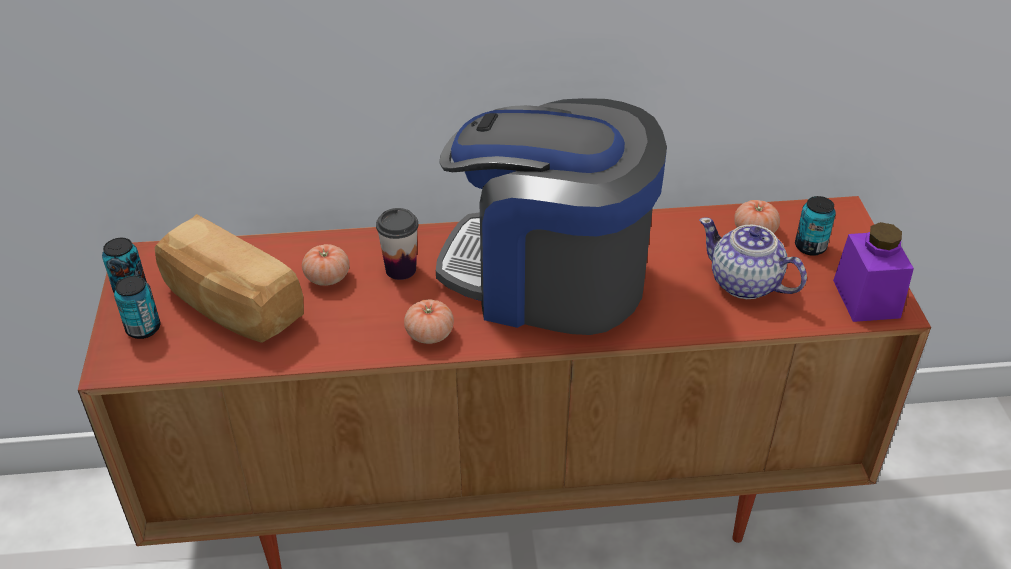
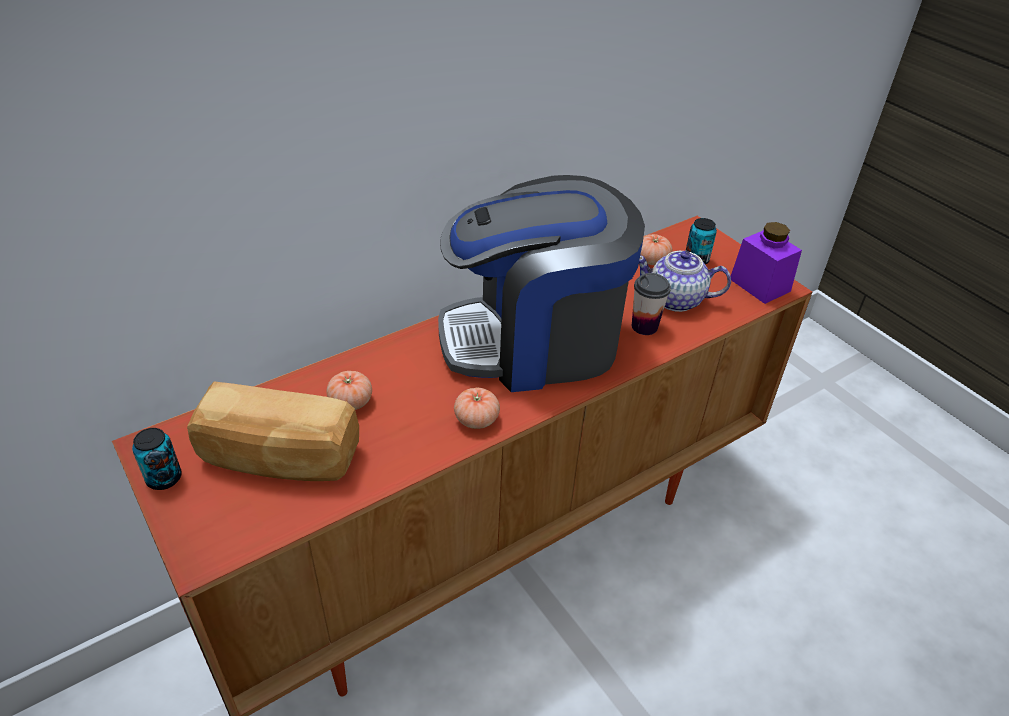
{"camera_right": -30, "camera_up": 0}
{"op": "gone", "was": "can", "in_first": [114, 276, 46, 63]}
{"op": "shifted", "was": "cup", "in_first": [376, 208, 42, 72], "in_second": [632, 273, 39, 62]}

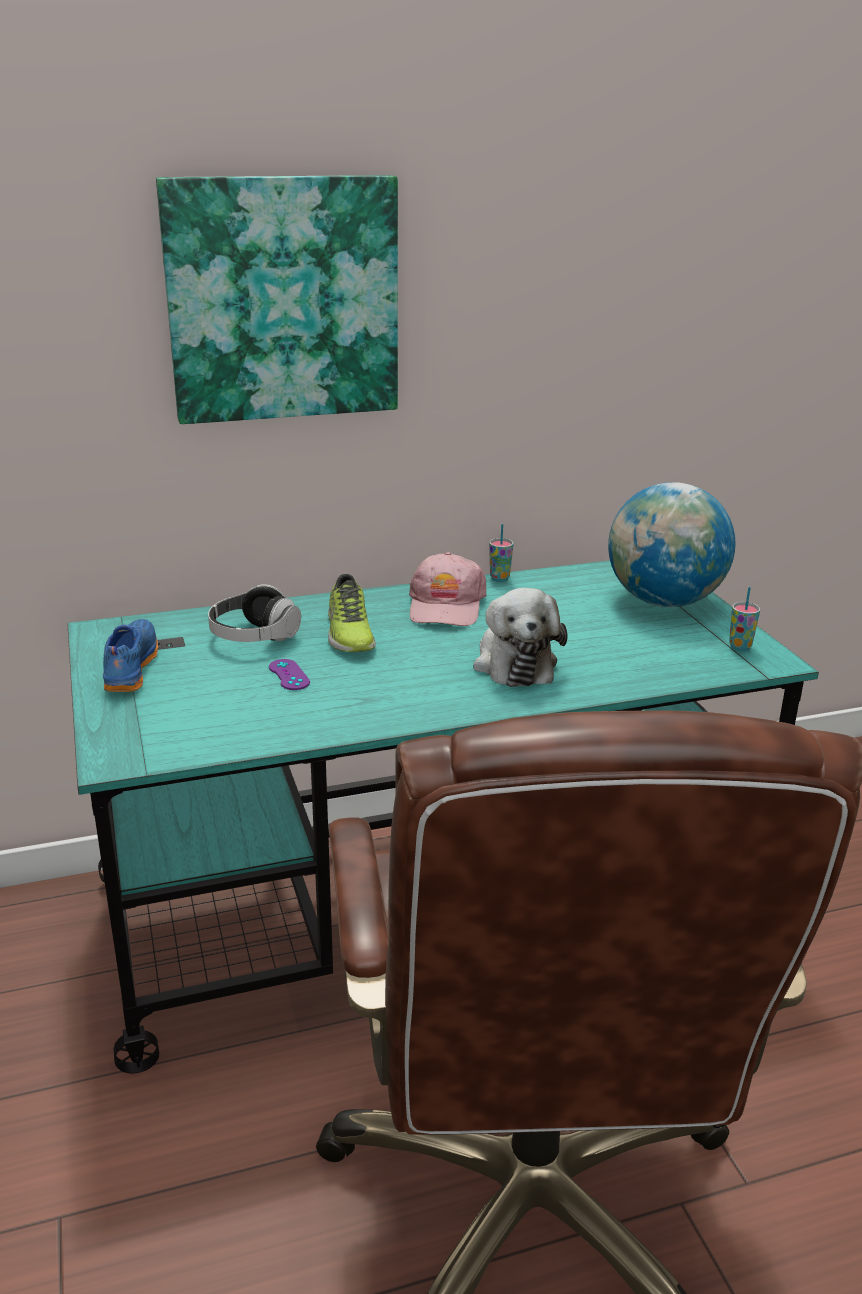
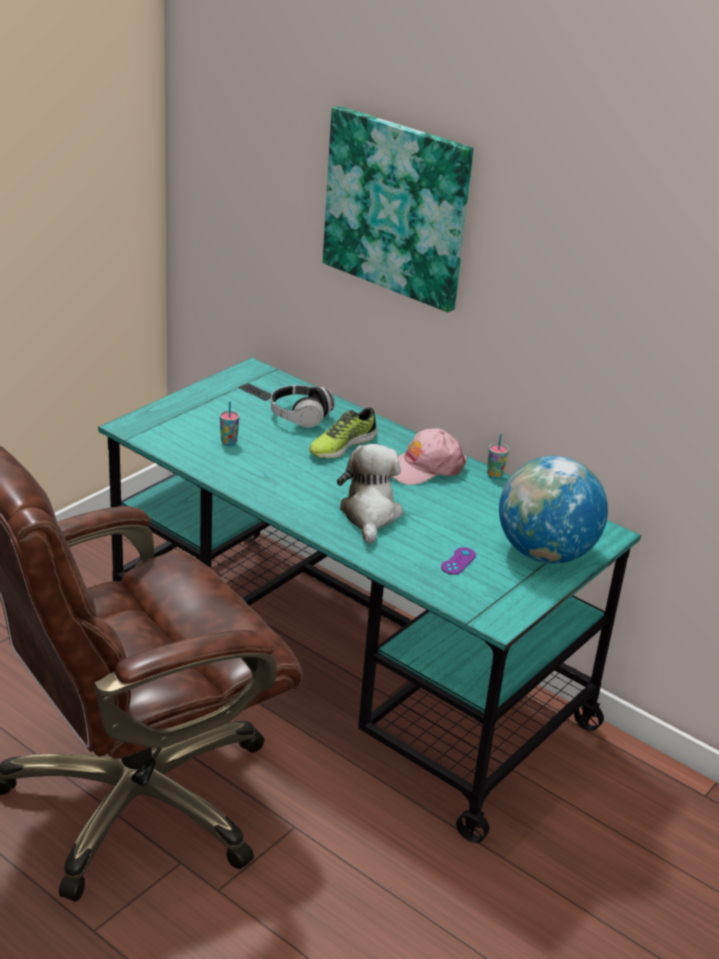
{"camera_right": 55, "camera_up": 5}
{"op": "gone", "was": "shoe (blue)", "in_first": [103, 619, 55, 73]}
{"op": "shifted", "was": "game controller (purple)", "in_first": [269, 659, 41, 31], "in_second": [441, 547, 35, 28]}
{"op": "shifted", "was": "cup", "in_first": [729, 587, 31, 64], "in_second": [220, 401, 20, 45]}
{"op": "rotated", "was": "plush toy", "in_first": [473, 588, 95, 99], "in_second": [337, 444, 66, 100], "clockwise": 135}

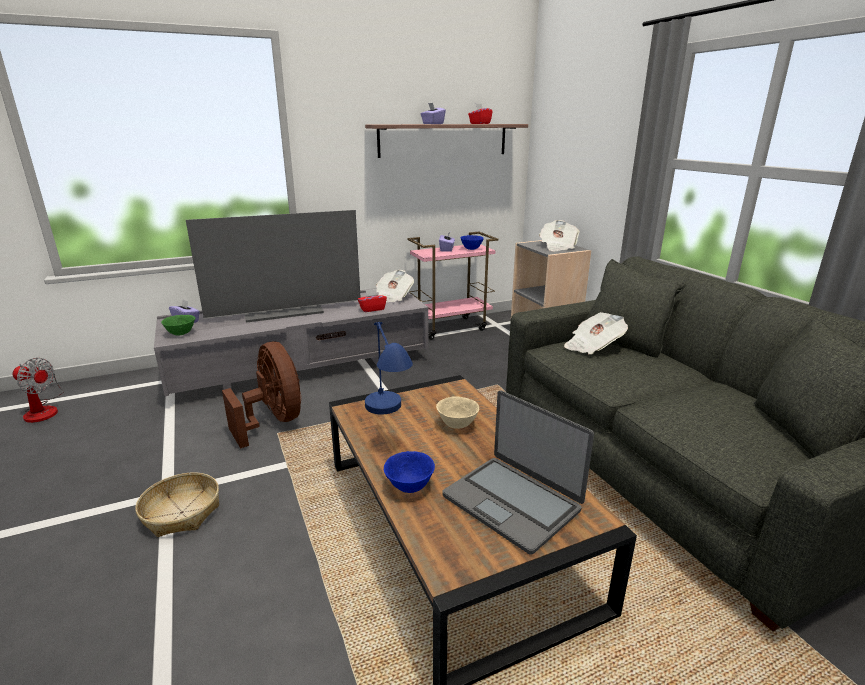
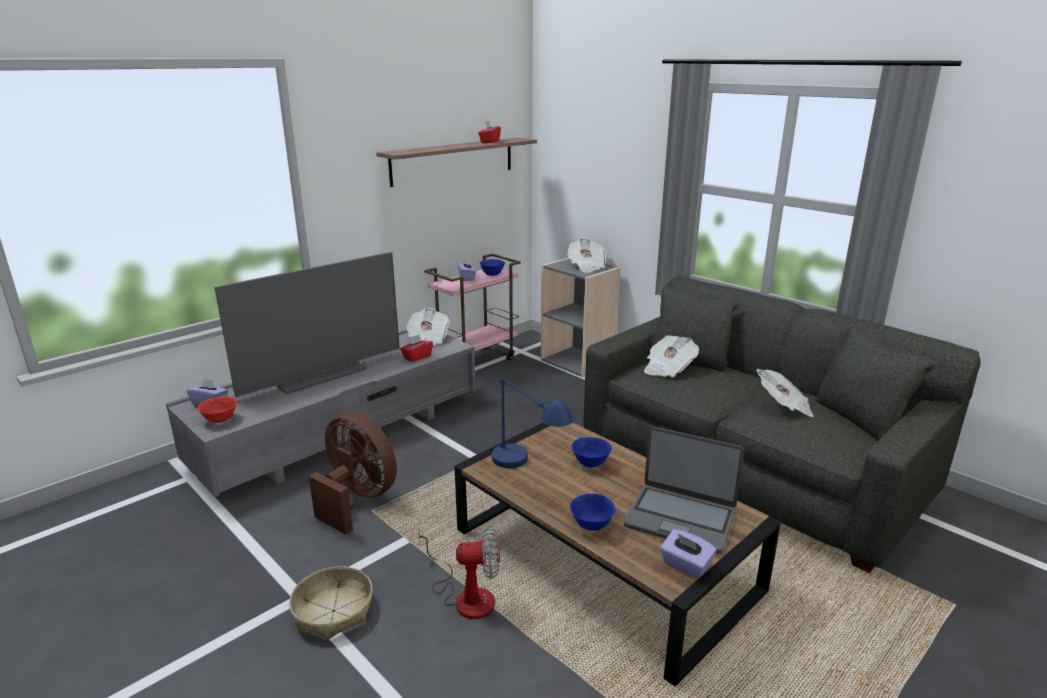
{"camera_right": -20, "camera_up": 0}
{"op": "new", "now": "newspaper", "in_second": [757, 369, 57, 48]}
{"op": "shifted", "was": "fan", "in_first": [12, 358, 52, 65], "in_second": [418, 526, 82, 93]}
{"op": "shifted", "was": "tissue box (purple)", "in_first": [421, 103, 25, 21], "in_second": [660, 529, 57, 50]}
{"op": "repainted", "was": "bowl (green)", "now": "bowl (red)", "in_first": [161, 315, 34, 20], "in_second": [198, 396, 39, 27]}
{"op": "repainted", "was": "bowl (beige)", "now": "bowl (blue)", "in_first": [436, 396, 43, 33], "in_second": [571, 437, 41, 30]}

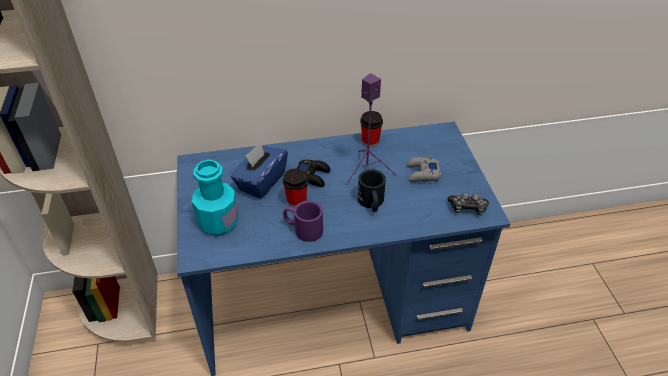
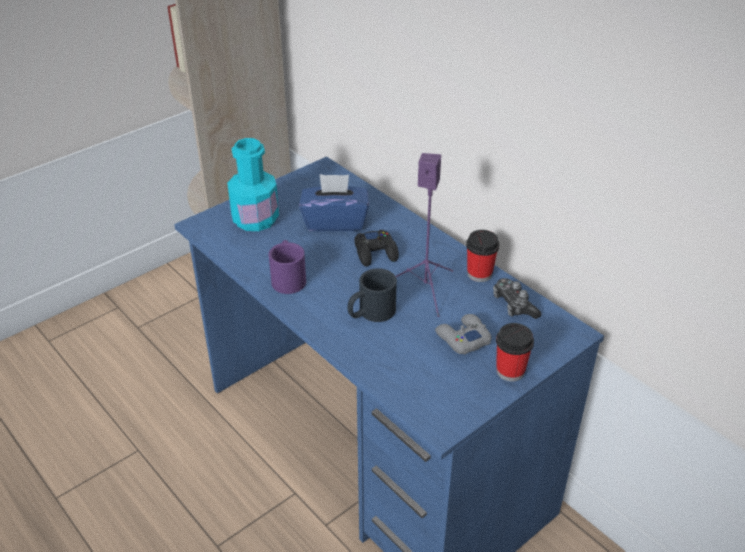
{"camera_right": 60, "camera_up": -5}
{"op": "shifted", "was": "cup", "in_first": [283, 168, 25, 40], "in_second": [496, 323, 38, 58]}
{"op": "shifted", "was": "game controller", "in_first": [448, 193, 41, 23], "in_second": [493, 278, 49, 41]}

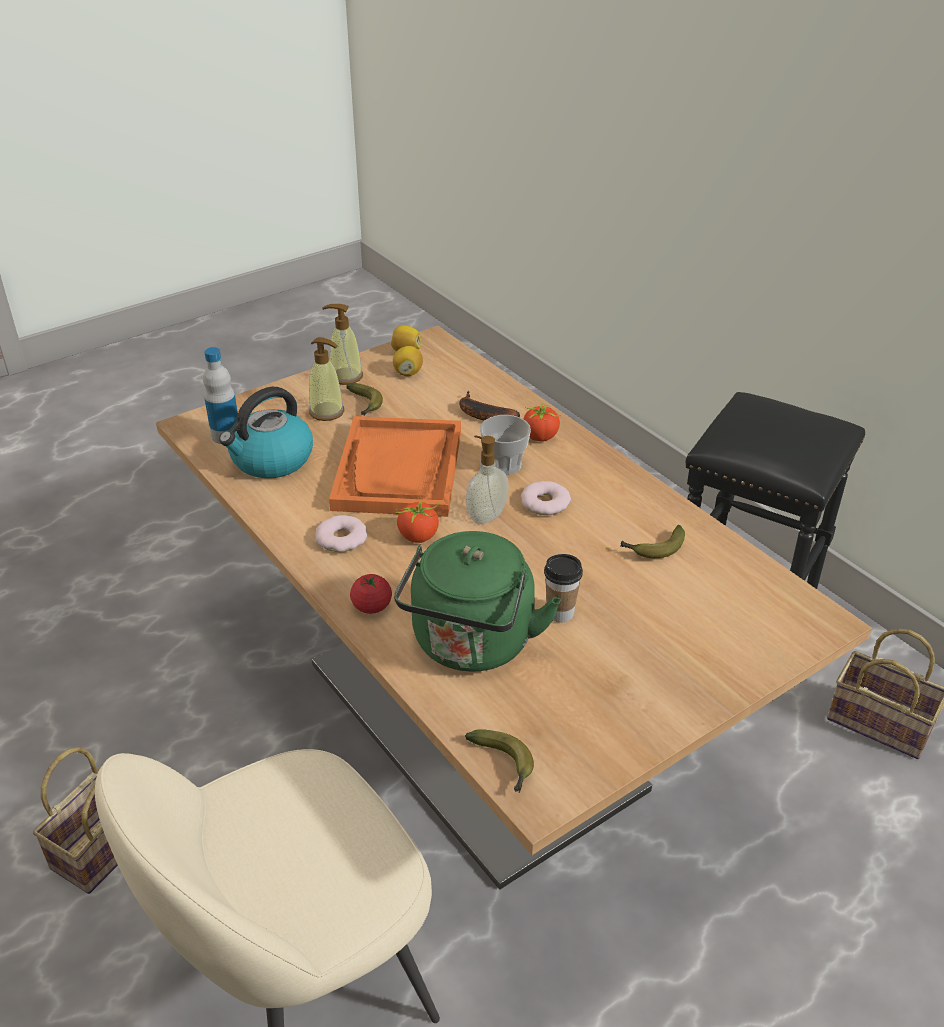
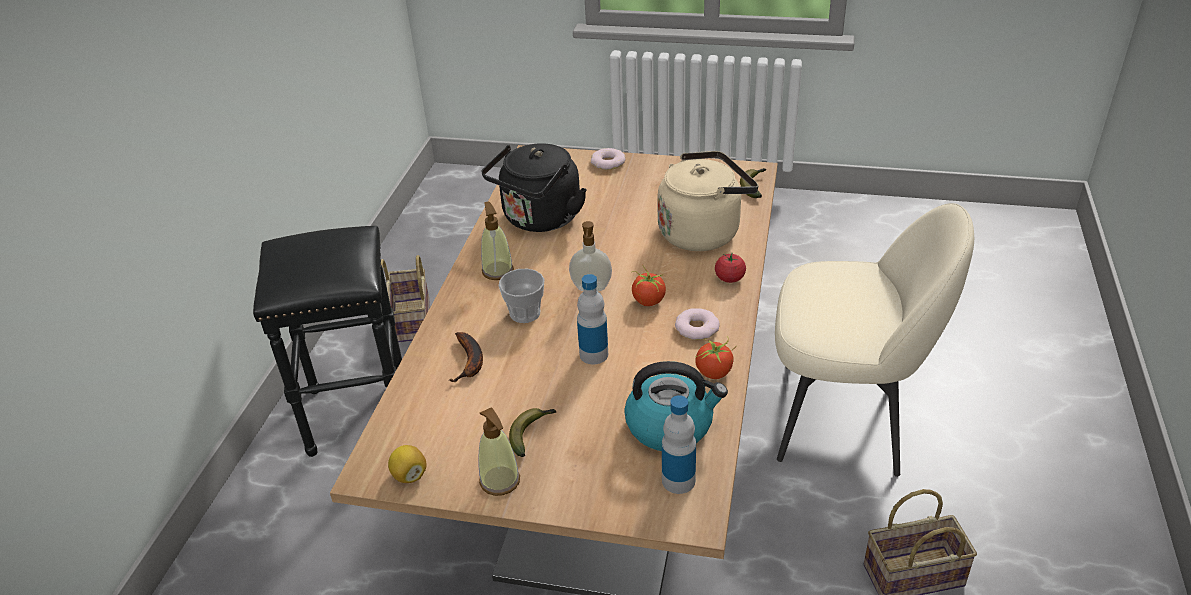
{"camera_right": -130, "camera_up": 0}
{"op": "gone", "was": "lemon", "in_first": [393, 346, 30, 30]}
{"op": "gone", "was": "cup", "in_first": [544, 554, 39, 69]}
{"op": "shifted", "was": "soap dispenser", "in_first": [309, 337, 35, 84], "in_second": [481, 202, 33, 78]}
{"op": "shifted", "was": "donut", "in_first": [521, 481, 50, 34], "in_second": [591, 148, 34, 22]}
{"op": "shifted", "was": "tomato", "in_first": [524, 401, 37, 41], "in_second": [695, 338, 41, 41]}
{"op": "swapped", "was": "tray (orange)", "now": "bottle", "in_first": [329, 416, 132, 101], "in_second": [577, 274, 31, 90]}
{"op": "swapped", "was": "banana", "now": "kettle (black)", "in_first": [620, 525, 65, 33], "in_second": [482, 143, 105, 89]}
{"op": "repainted", "was": "kettle (green)", "now": "kettle (beige)", "in_first": [394, 531, 167, 141], "in_second": [657, 151, 102, 100]}

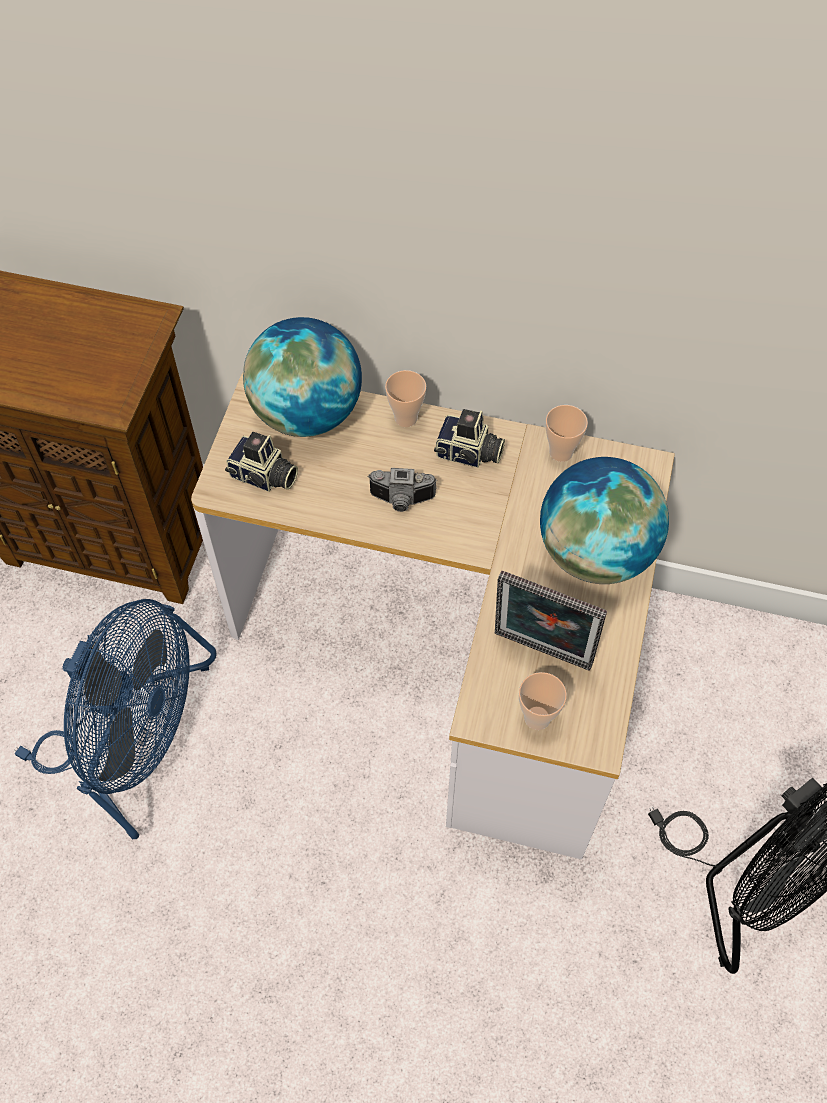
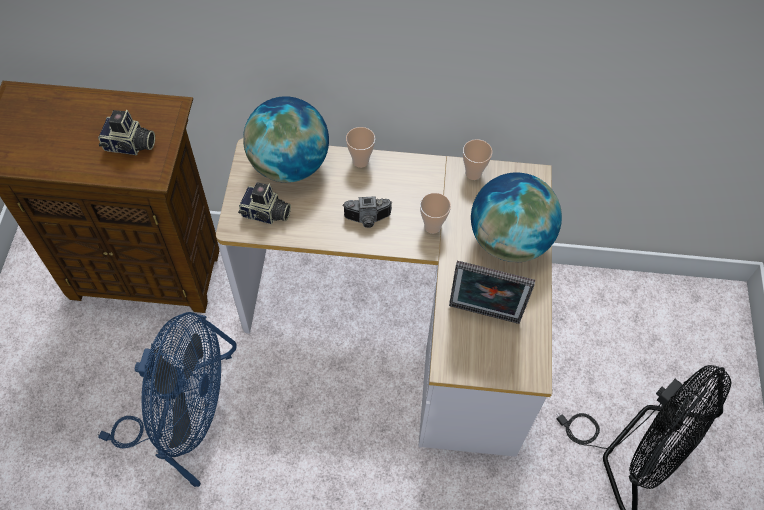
{"camera_right": -10, "camera_up": 0}
{"op": "shifted", "was": "photo camera", "in_first": [434, 409, 71, 59], "in_second": [98, 110, 57, 45]}
{"op": "shifted", "was": "cup", "in_first": [519, 672, 48, 58], "in_second": [420, 193, 31, 41]}

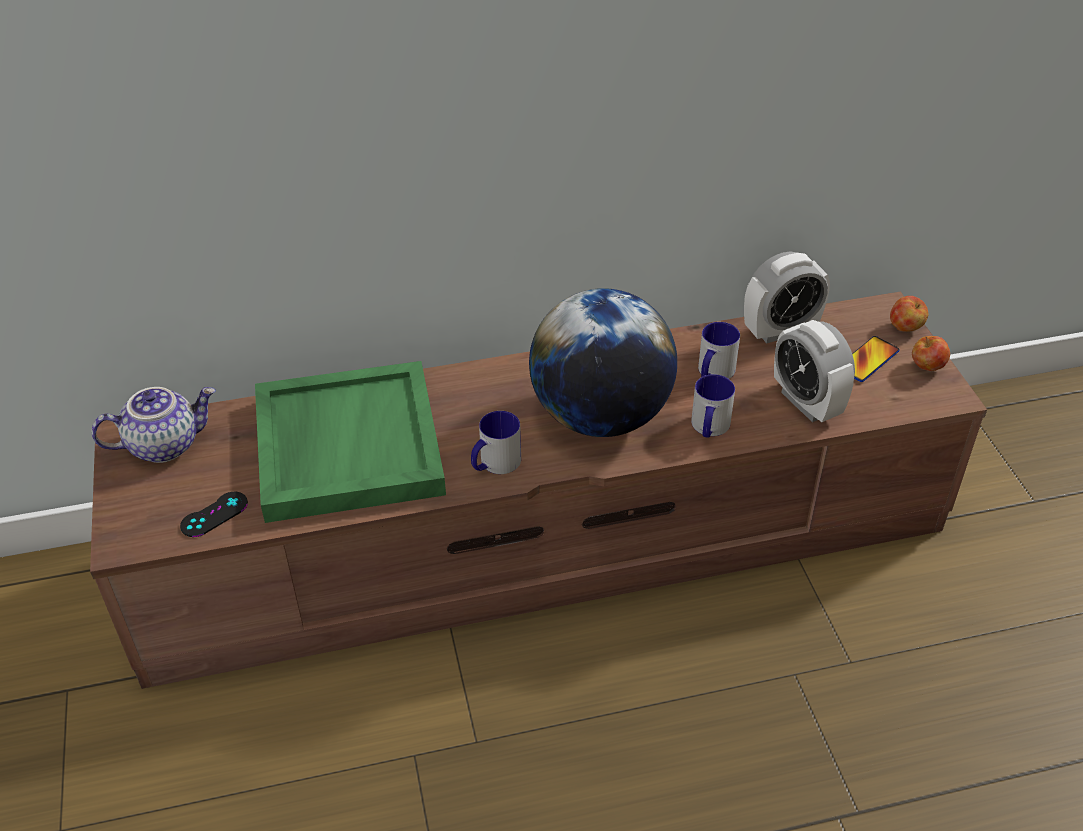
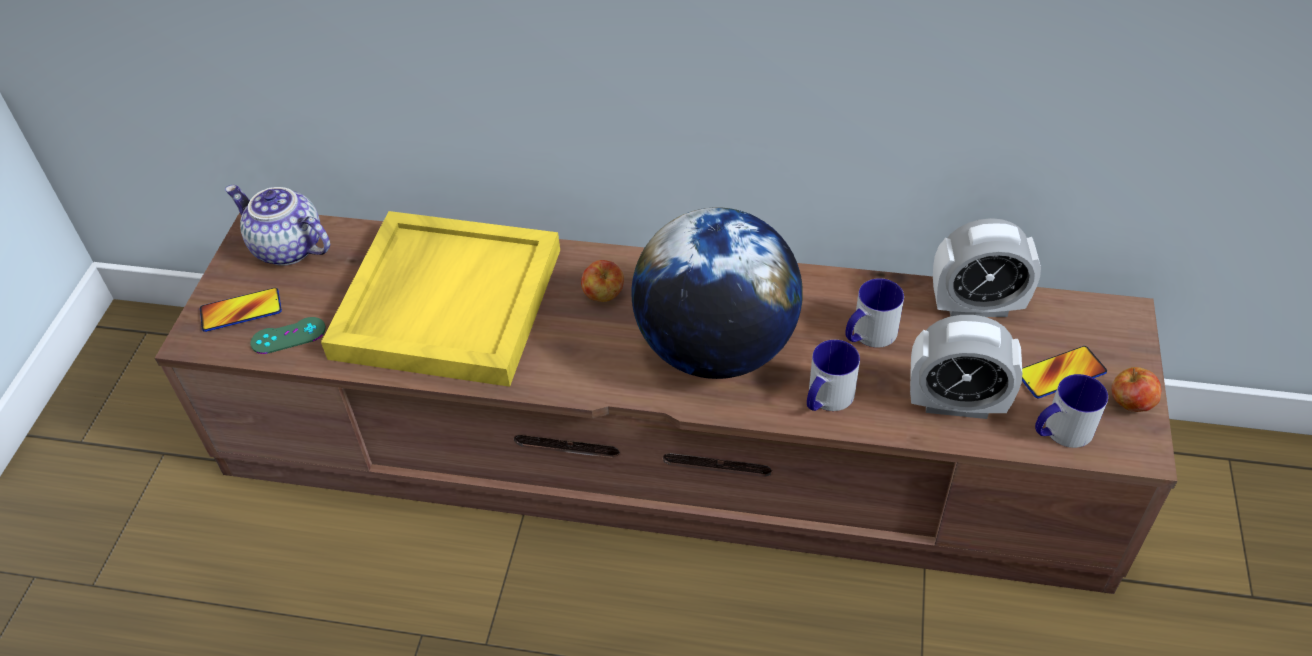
{"camera_right": 25, "camera_up": 5}
{"op": "new", "now": "phone", "in_second": [200, 288, 82, 44]}
{"op": "shifted", "was": "mug", "in_first": [471, 411, 50, 63], "in_second": [1035, 374, 73, 74]}
{"op": "shifted", "was": "apple", "in_first": [890, 296, 39, 36], "in_second": [581, 260, 43, 42]}
{"op": "repainted", "was": "game controller (black)", "now": "game controller (green)", "in_first": [180, 492, 68, 45], "in_second": [250, 317, 76, 37]}
{"op": "repainted", "was": "tray (green)", "now": "tray (yellow)", "in_first": [255, 361, 191, 162], "in_second": [321, 211, 239, 176]}
{"op": "rotated", "was": "teapot", "in_first": [91, 387, 125, 76], "in_second": [225, 185, 105, 81], "clockwise": -150}
{"op": "rotated", "was": "alarm clock", "in_first": [774, 320, 81, 102], "in_second": [910, 315, 112, 104], "clockwise": -75}

